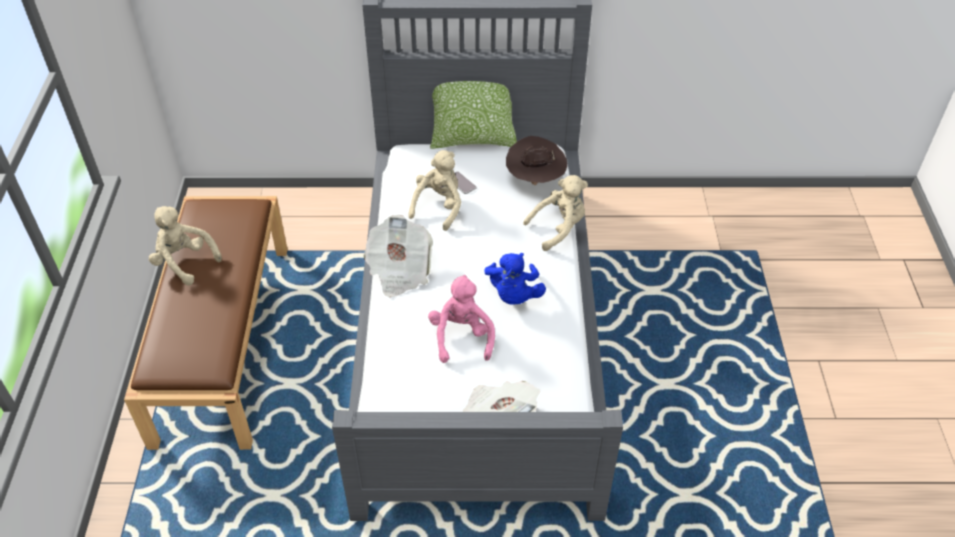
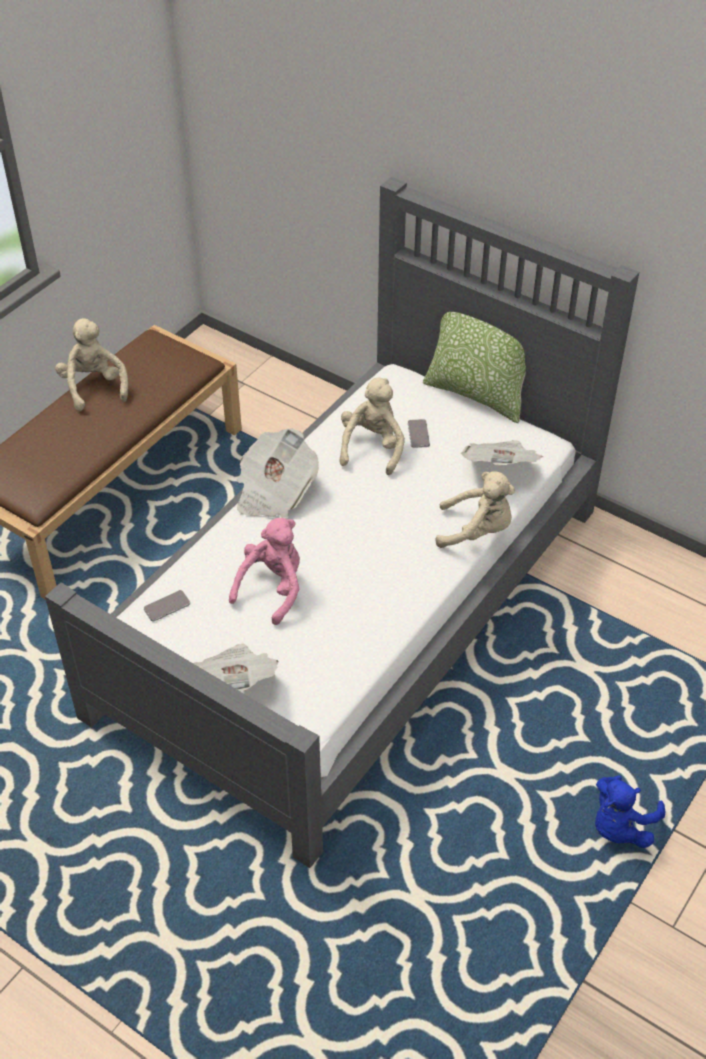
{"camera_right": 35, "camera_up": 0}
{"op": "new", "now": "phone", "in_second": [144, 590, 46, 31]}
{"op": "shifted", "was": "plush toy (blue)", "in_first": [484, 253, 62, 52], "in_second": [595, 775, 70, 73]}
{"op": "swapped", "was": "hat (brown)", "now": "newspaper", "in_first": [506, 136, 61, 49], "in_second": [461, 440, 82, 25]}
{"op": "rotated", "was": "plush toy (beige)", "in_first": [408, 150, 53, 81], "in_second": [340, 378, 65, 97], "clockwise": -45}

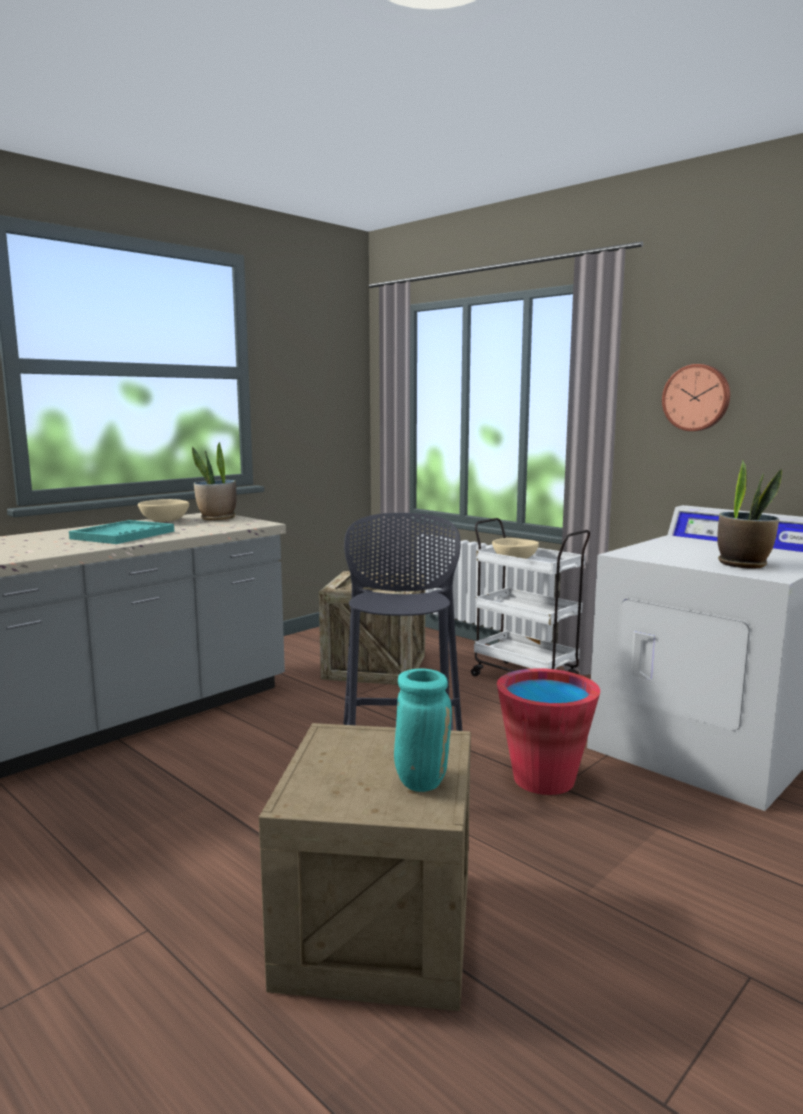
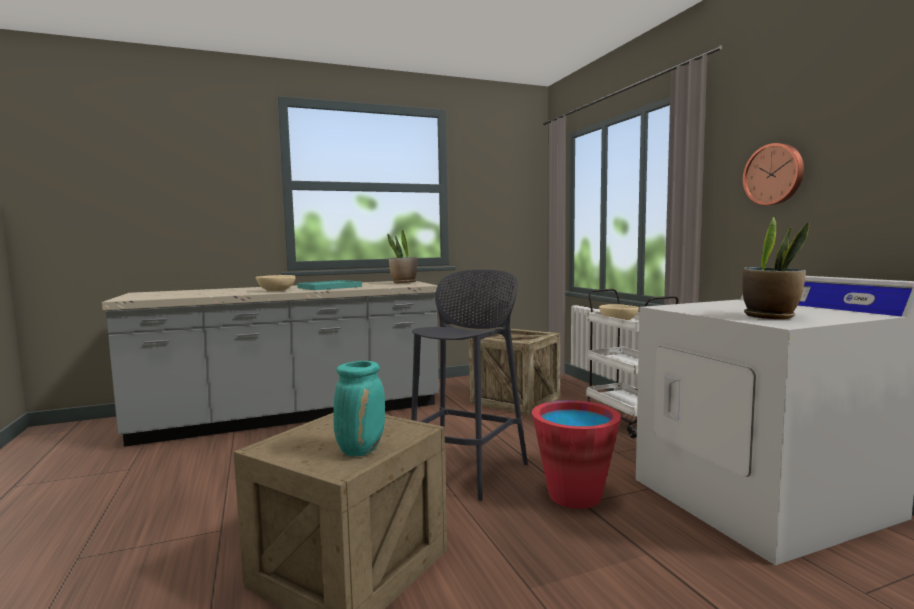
{"camera_right": 25, "camera_up": -5}
{"op": "shifted", "was": "bowl (beige)", "in_first": [138, 499, 51, 23], "in_second": [256, 275, 39, 16]}

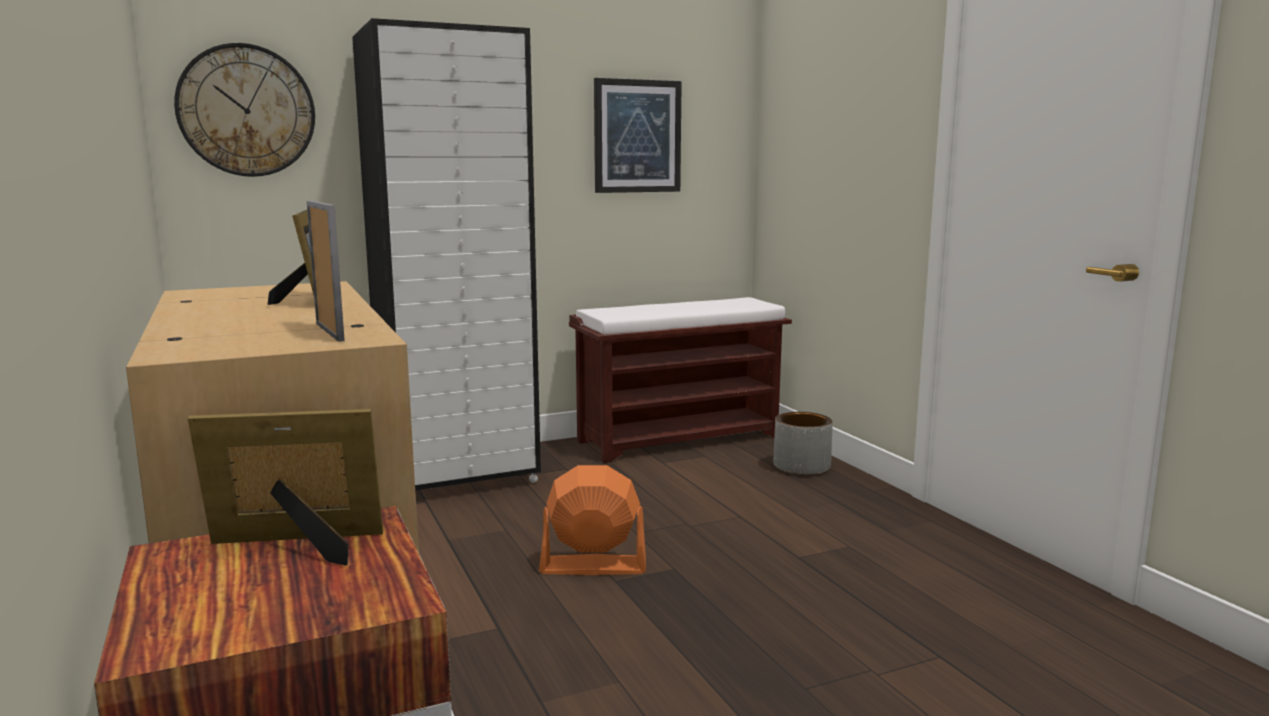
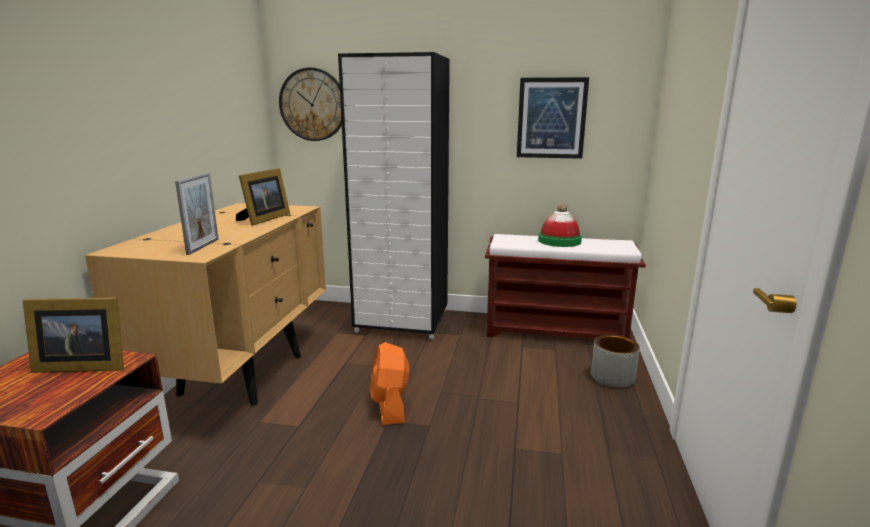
{"camera_right": 35, "camera_up": 5}
{"op": "new", "now": "hat", "in_second": [538, 204, 44, 43]}
{"op": "rotated", "was": "picture frame", "in_first": [187, 409, 196, 156], "in_second": [23, 297, 101, 76], "clockwise": 150}
{"op": "rotated", "was": "fan (orange)", "in_first": [539, 465, 107, 110], "in_second": [370, 342, 39, 83], "clockwise": -135}

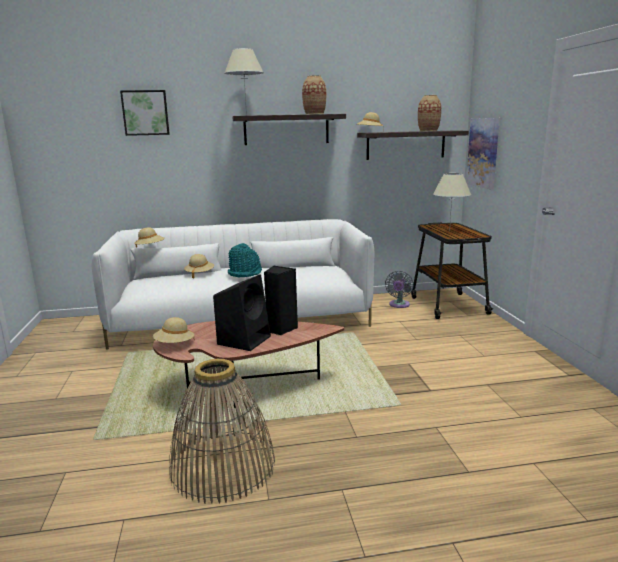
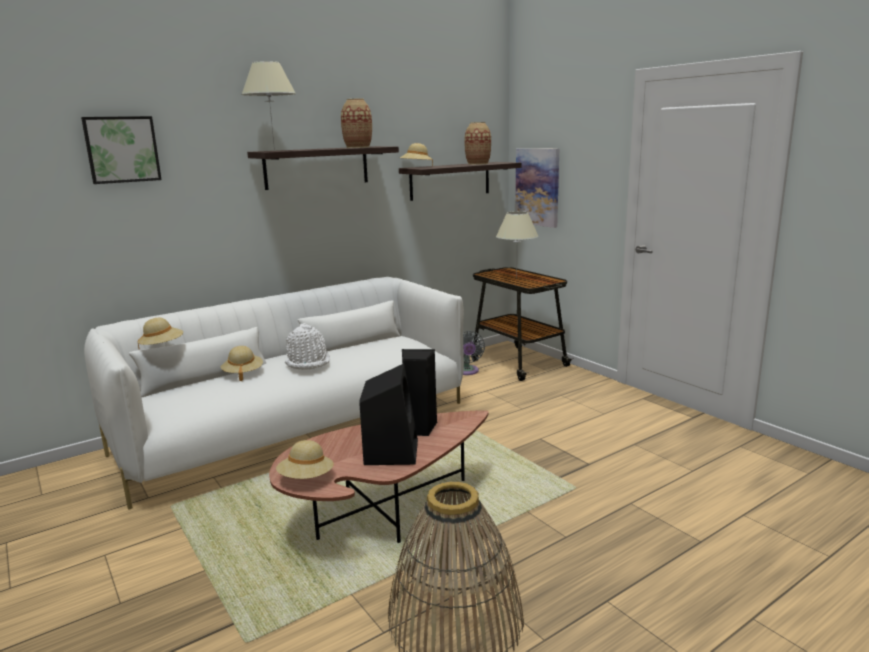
{"camera_right": -25, "camera_up": 0}
{"op": "repainted", "was": "hat (turquoise)", "now": "hat (white)", "in_first": [228, 243, 34, 34], "in_second": [285, 323, 45, 47]}

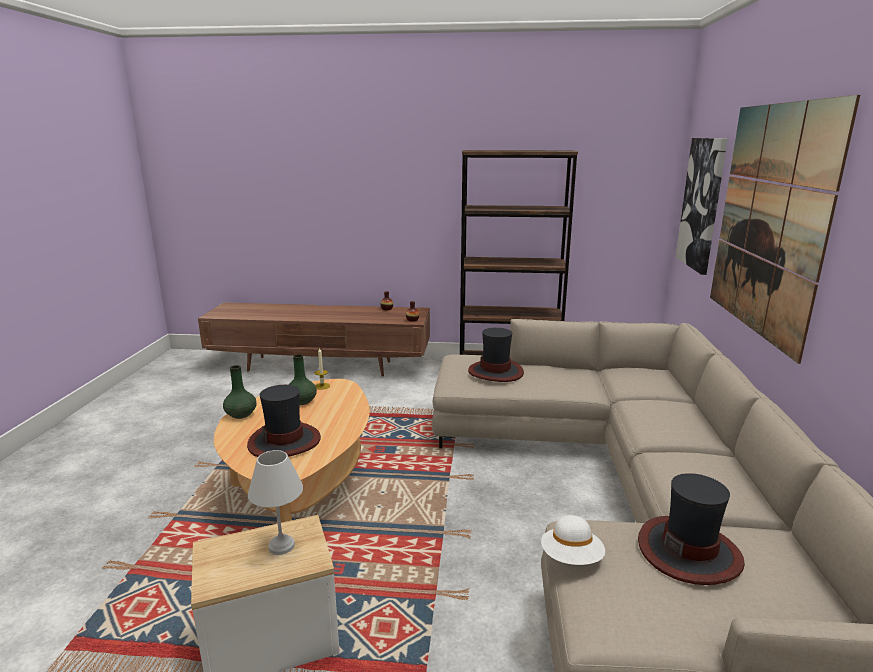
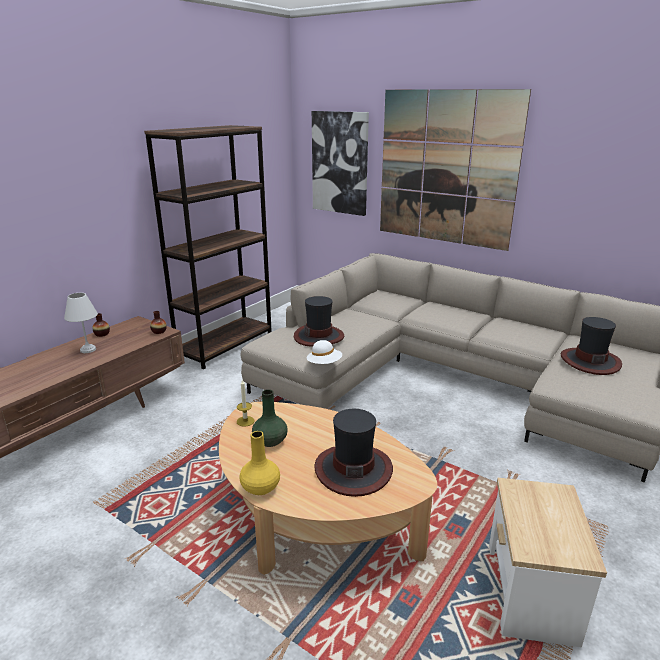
{"camera_right": -60, "camera_up": 5}
{"op": "shifted", "was": "table lamp (white)", "in_first": [248, 450, 55, 105], "in_second": [64, 293, 34, 60]}
{"op": "shifted", "was": "hat (white)", "in_first": [541, 515, 64, 50], "in_second": [307, 340, 35, 24]}
{"op": "repainted", "was": "vase (green)", "now": "vase (yellow)", "in_first": [223, 365, 34, 54], "in_second": [239, 431, 41, 64]}

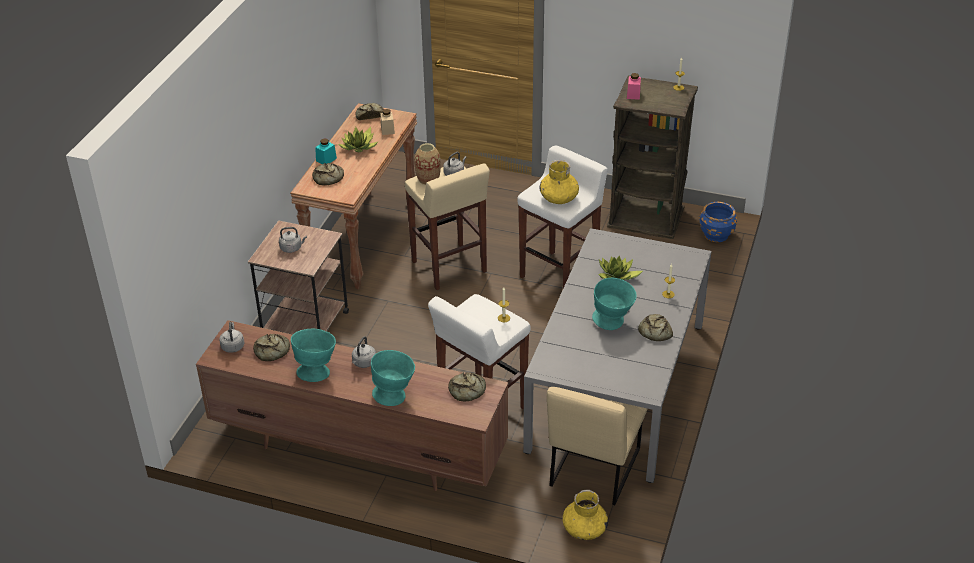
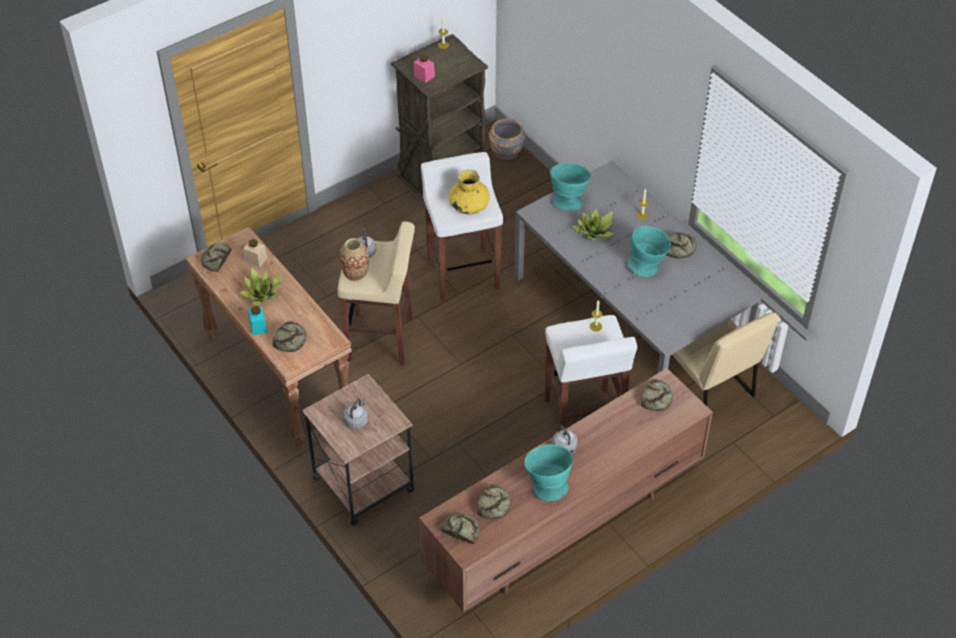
{"camera_right": -55, "camera_up": 10}
{"op": "gone", "was": "vase (yellow)", "in_first": [563, 490, 45, 50]}
{"op": "shifted", "was": "bowl (turquoise)", "in_first": [371, 350, 44, 56], "in_second": [550, 163, 41, 47]}
{"op": "swapped", "was": "kettle (grey)", "now": "bread", "in_first": [219, 321, 25, 32], "in_second": [440, 513, 40, 31]}
{"op": "repainted", "was": "planter (blue)", "now": "planter (grey)", "in_first": [699, 202, 38, 40], "in_second": [489, 119, 36, 41]}

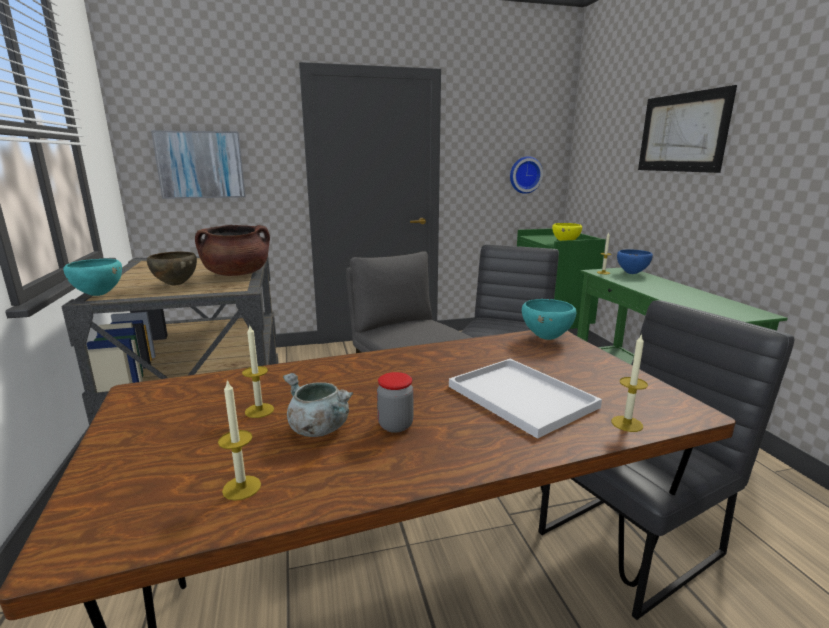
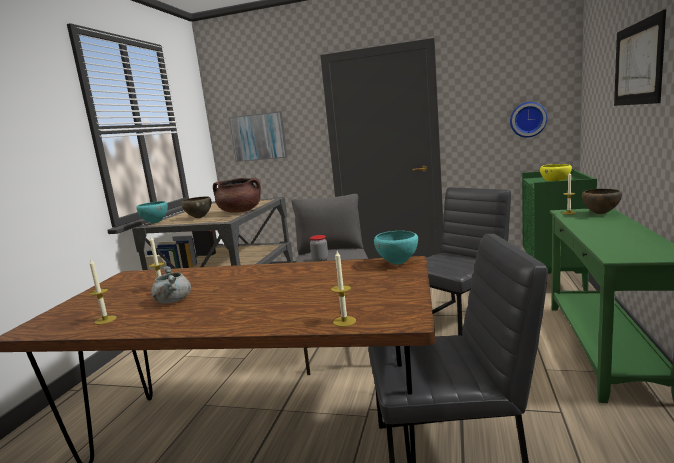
{"camera_right": 30, "camera_up": -5}
{"op": "gone", "was": "tray (white)", "in_first": [449, 359, 153, 80]}
{"op": "shifted", "was": "jar", "in_first": [377, 372, 37, 61], "in_second": [310, 235, 18, 26]}
{"op": "repainted", "was": "bowl (blue)", "now": "bowl (brown)", "in_first": [617, 249, 36, 25], "in_second": [582, 189, 40, 25]}

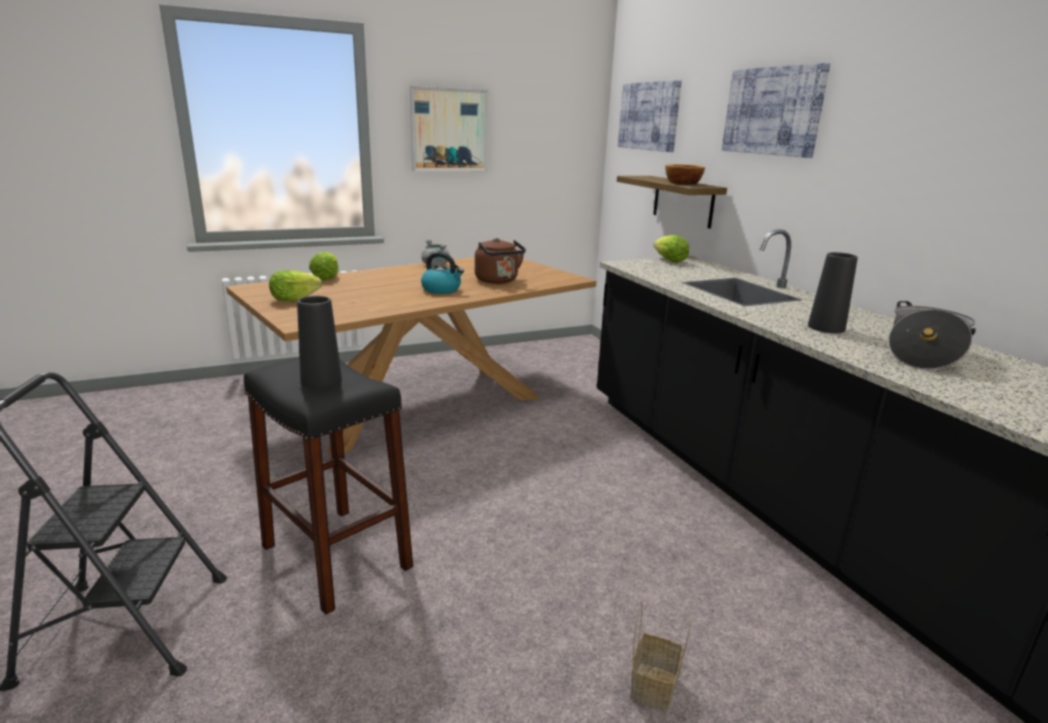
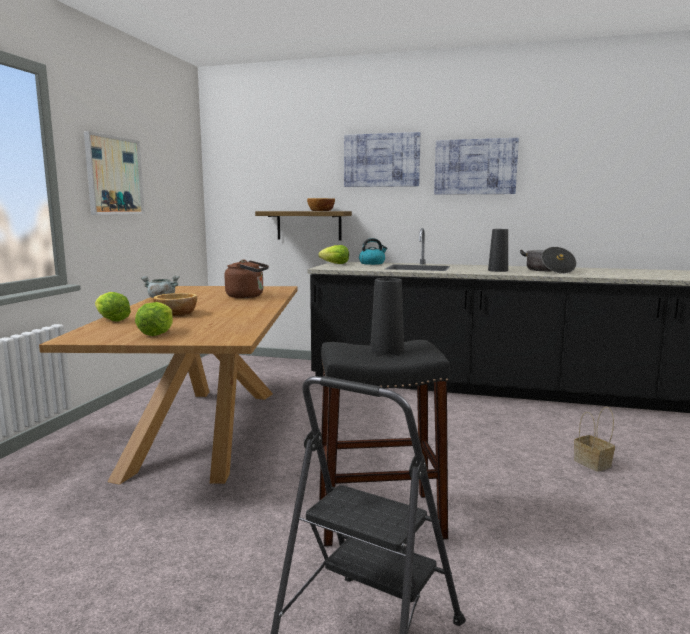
{"camera_right": -50, "camera_up": -10}
{"op": "new", "now": "bowl", "in_second": [153, 293, 44, 23]}
{"op": "shifted", "was": "kettle", "in_first": [421, 252, 43, 42], "in_second": [359, 238, 28, 27]}
{"op": "shifted", "was": "picture", "in_first": [618, 80, 64, 72], "in_second": [434, 138, 85, 57]}

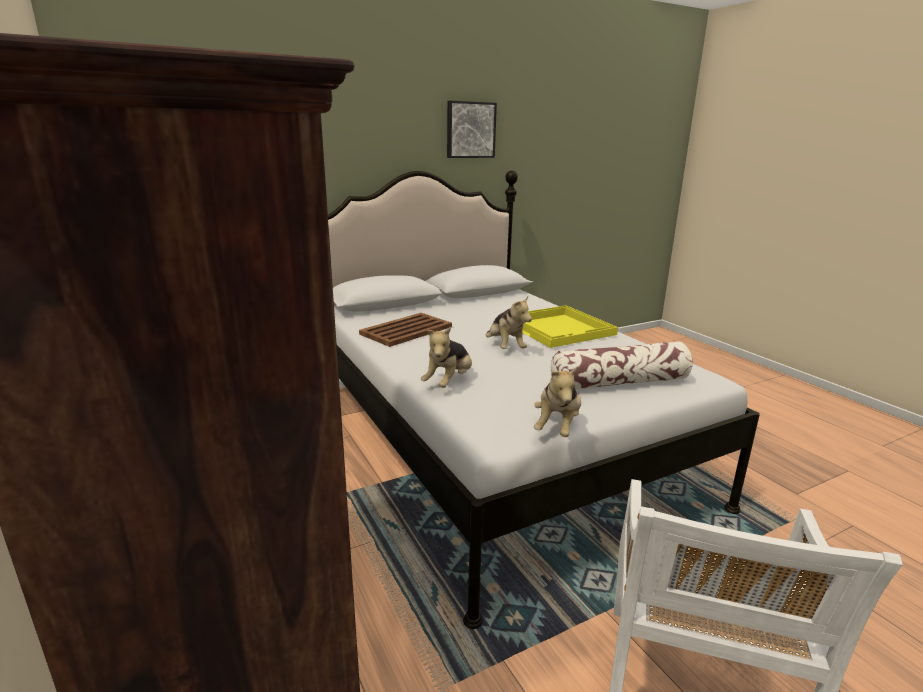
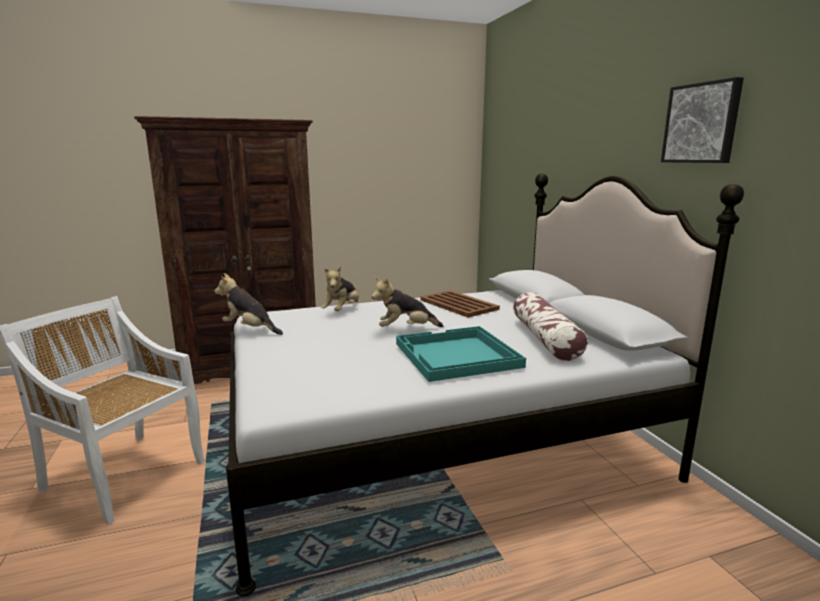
{"camera_right": 100, "camera_up": -5}
{"op": "shifted", "was": "pillow", "in_first": [551, 341, 142, 48], "in_second": [513, 292, 75, 69]}
{"op": "repainted", "was": "tray (yellow)", "now": "tray (turquoise)", "in_first": [522, 305, 96, 43], "in_second": [396, 326, 130, 56]}
{"op": "rotated", "was": "plush toy", "in_first": [421, 327, 51, 61], "in_second": [321, 266, 38, 45], "clockwise": -105}

